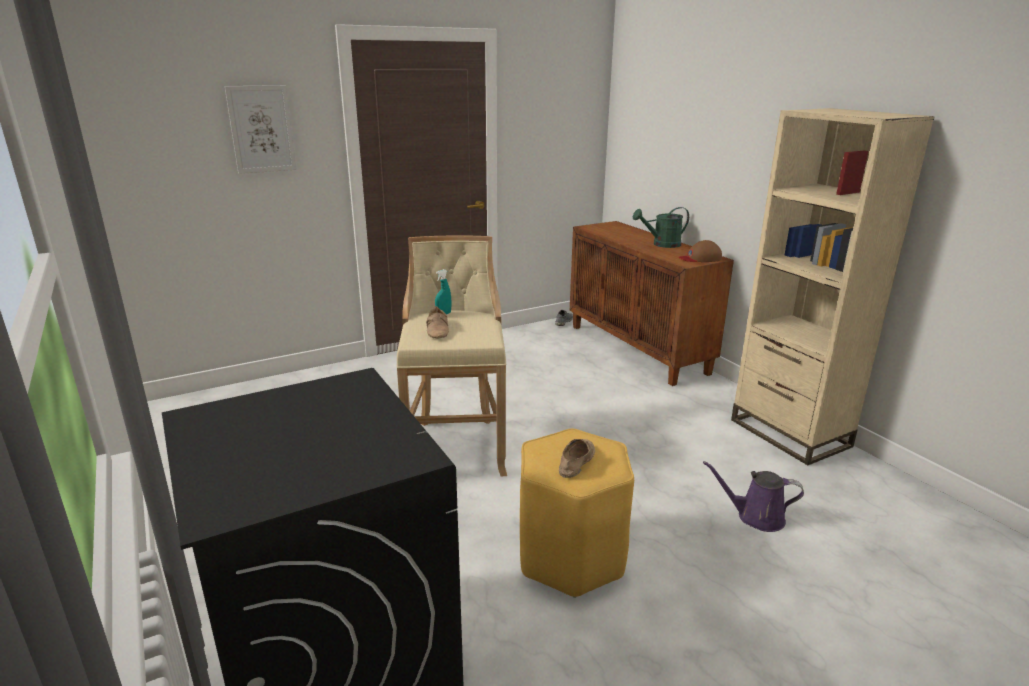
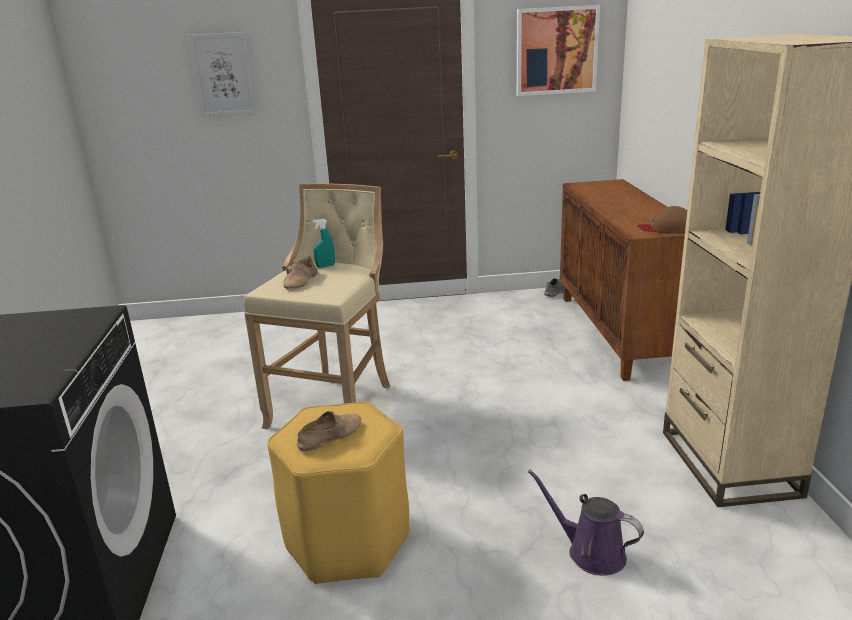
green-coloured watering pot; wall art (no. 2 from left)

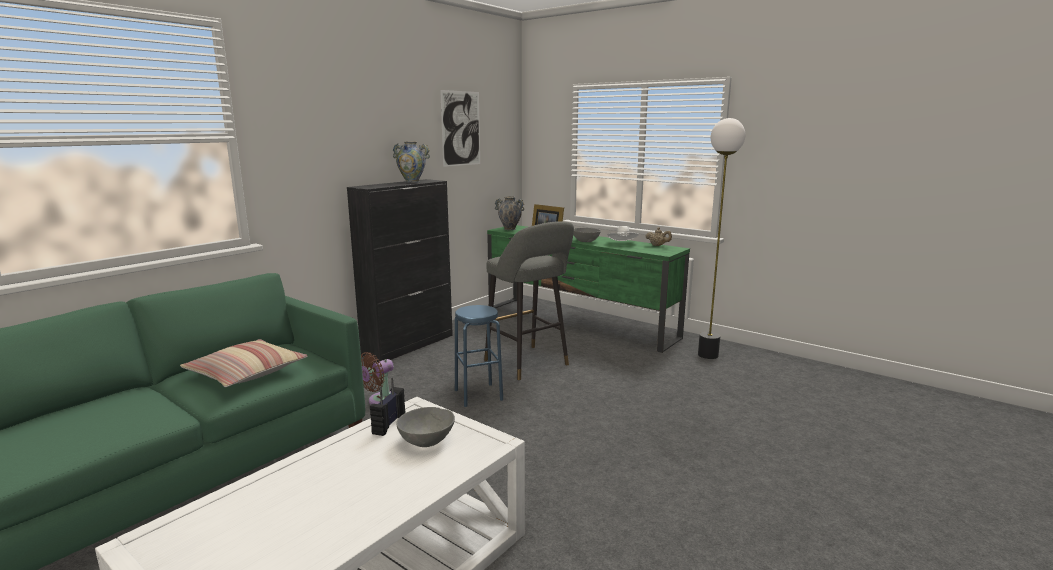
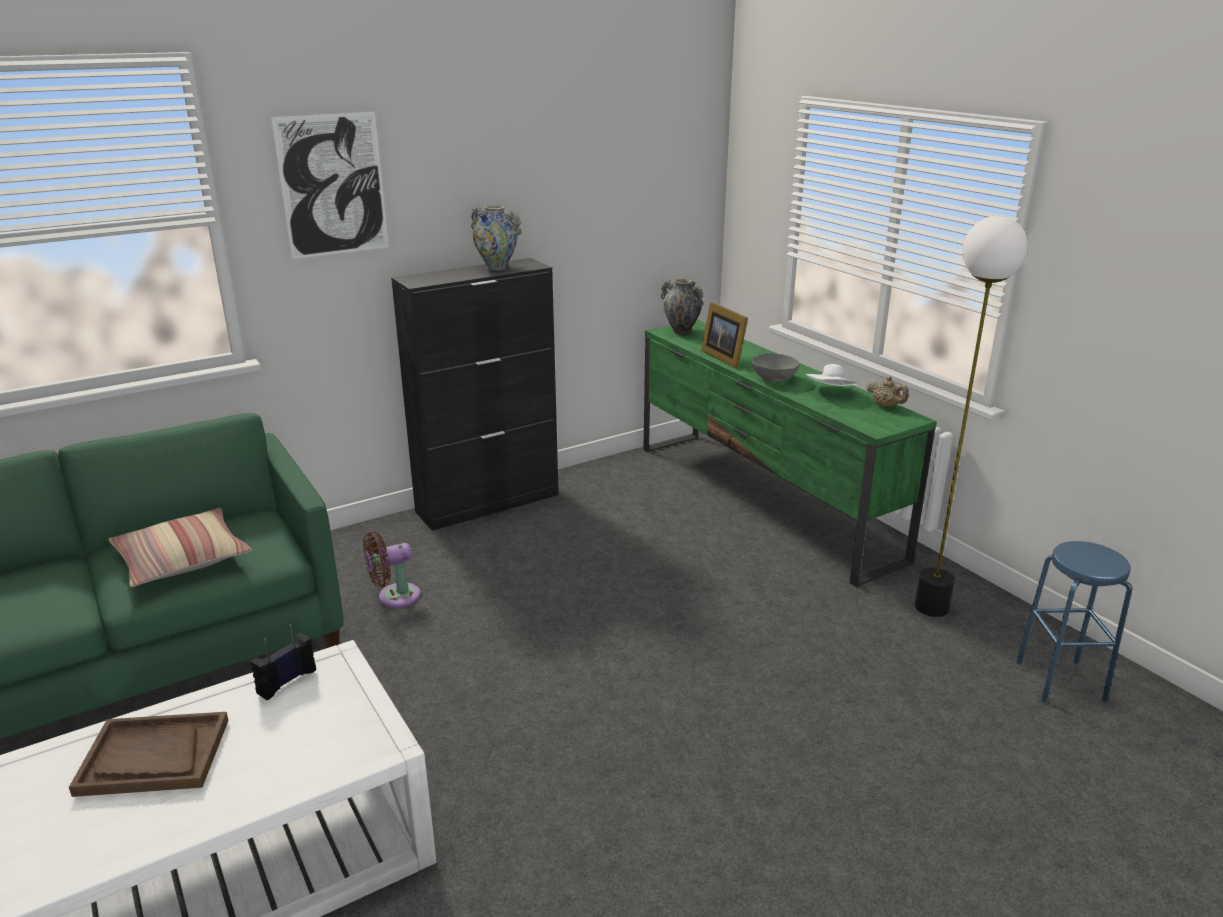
gray serving bowl (no. 1 from left in the first image); gray sitting stool; brown-coloured serving tray; wall art; blue sitting stool

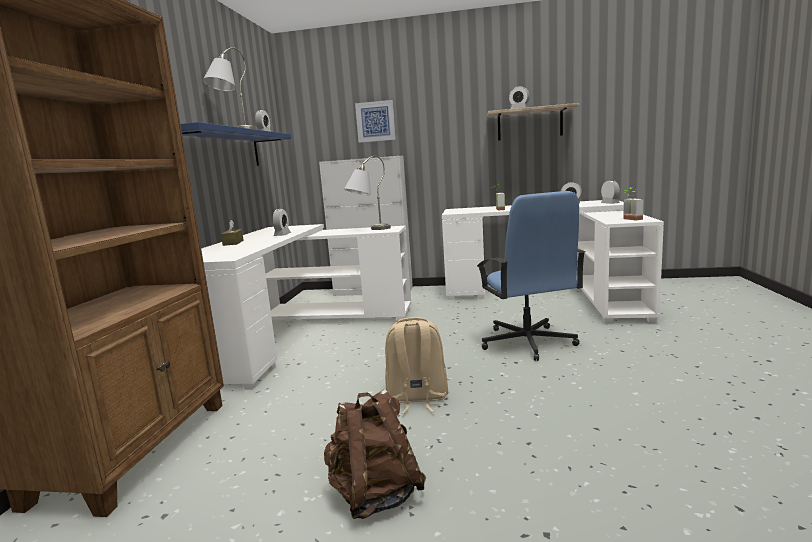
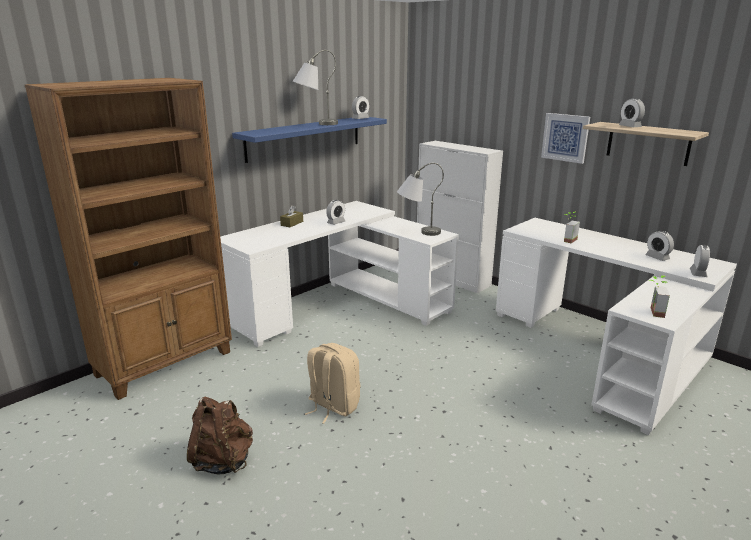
blue computer chair; wall art

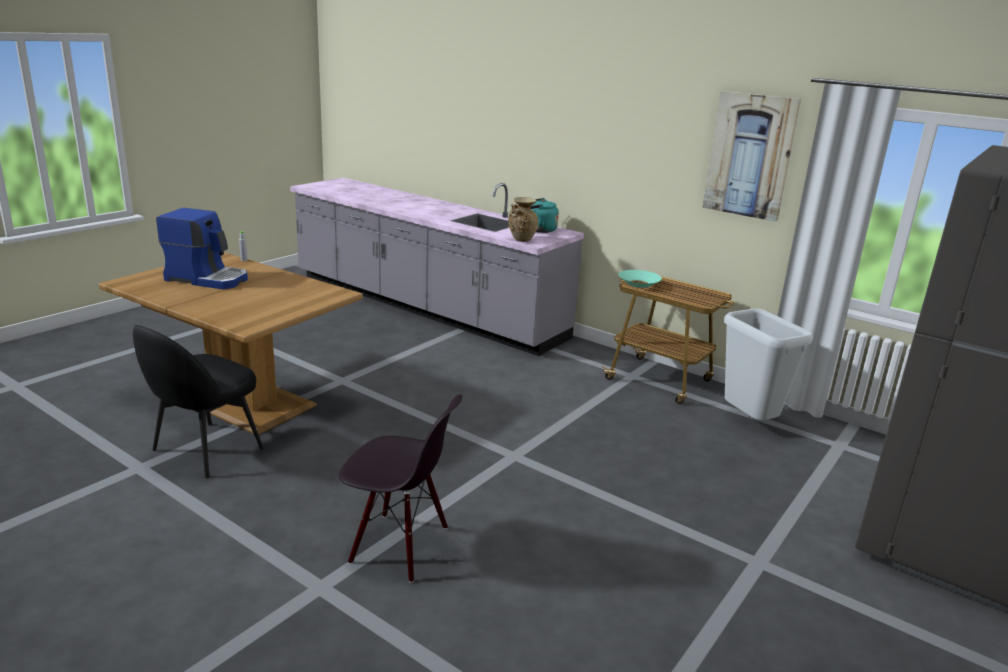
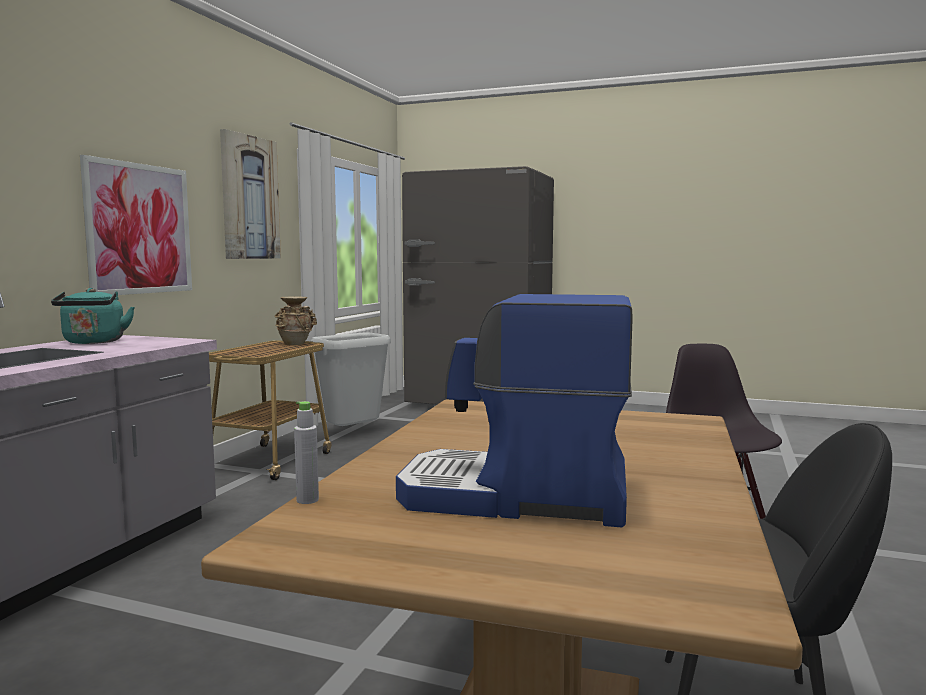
turquoise-coloured serving bowl; wall art (no. 1 from left); beige-coloured decorative vase; coffee machine

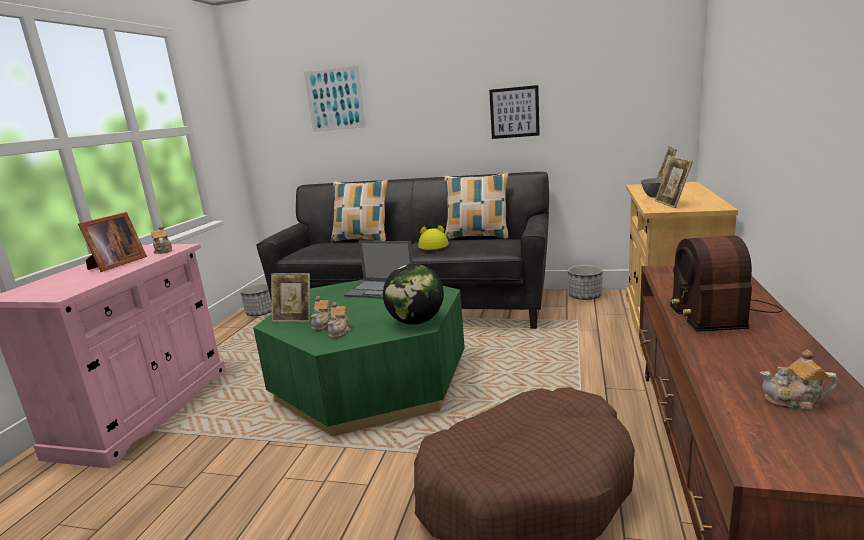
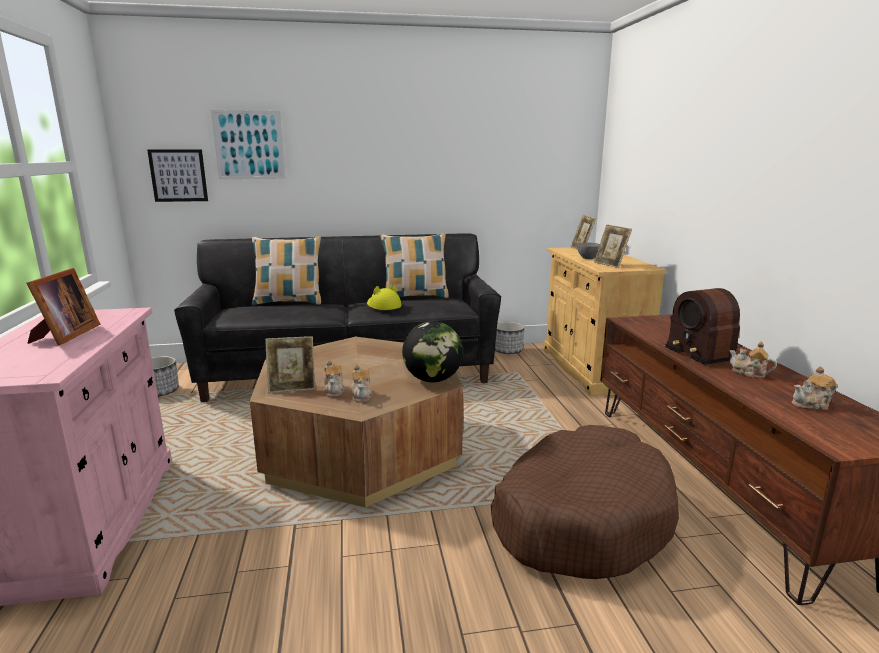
portable computer; teapot (no. 3 from left); wall art (no. 1 from left); brown-coloured lounge table

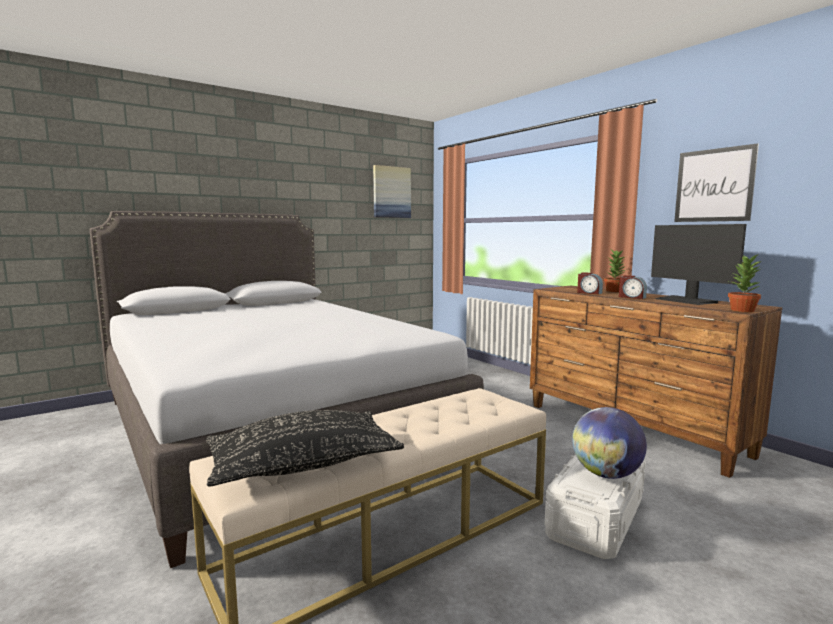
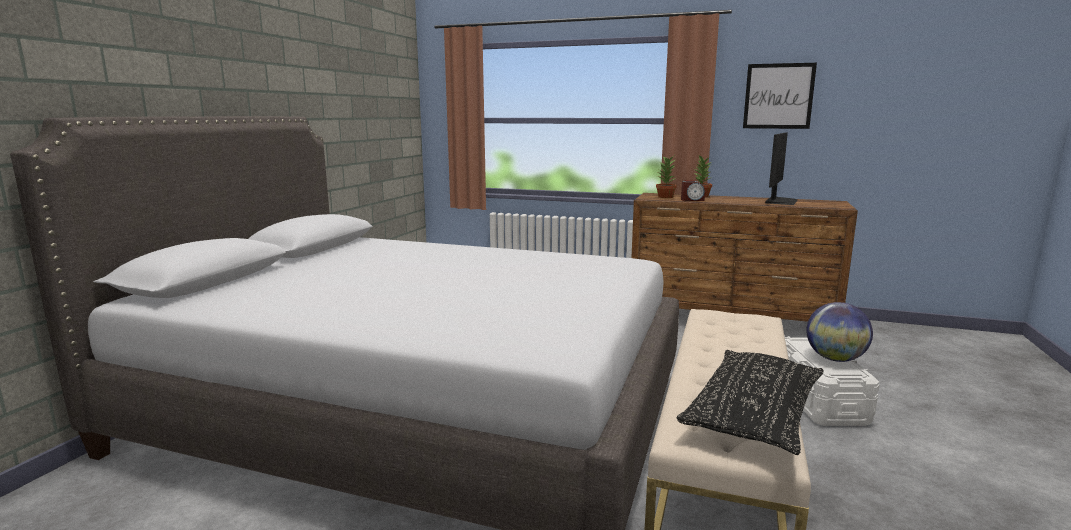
wall art (no. 1 from left in the first image); bedside clock (no. 2 from left in the first image); plant in a pot (no. 1 from left); computer display

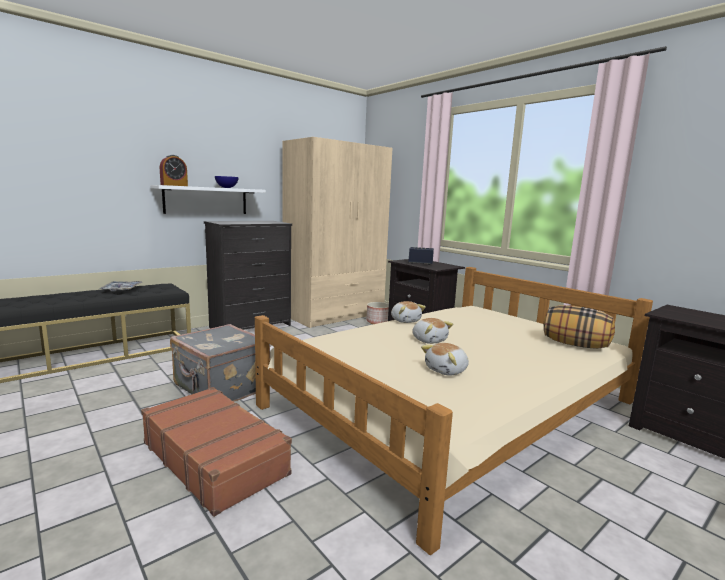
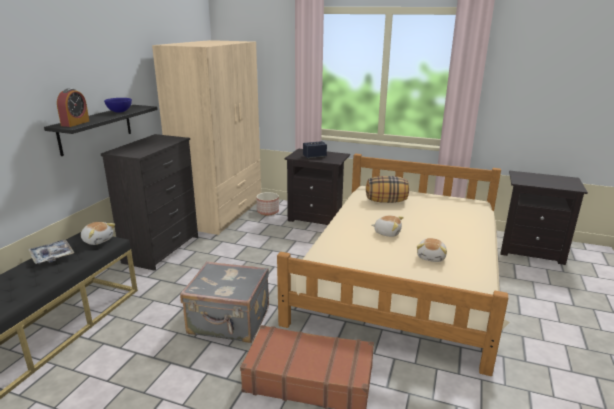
plush toy (no. 1 from left); throw pillow; black shelf

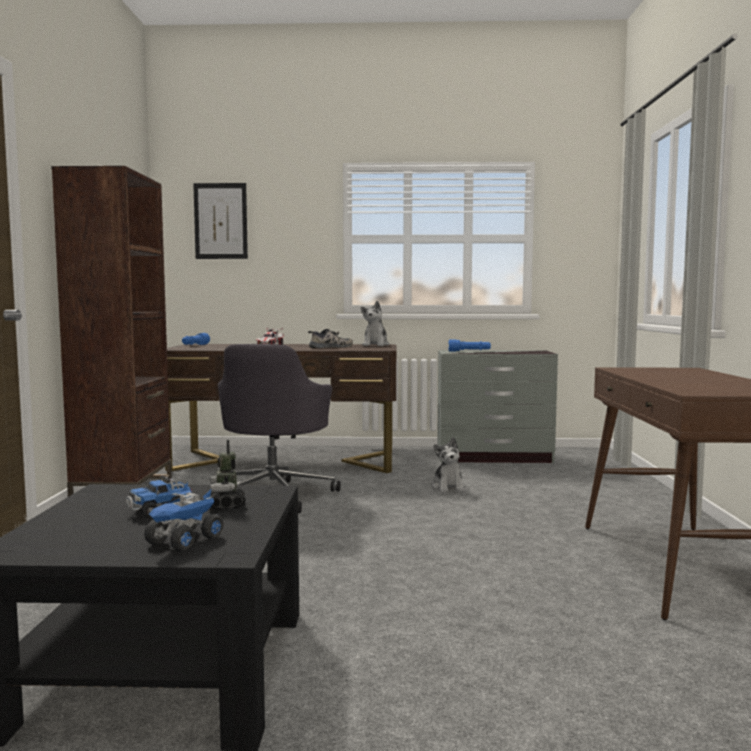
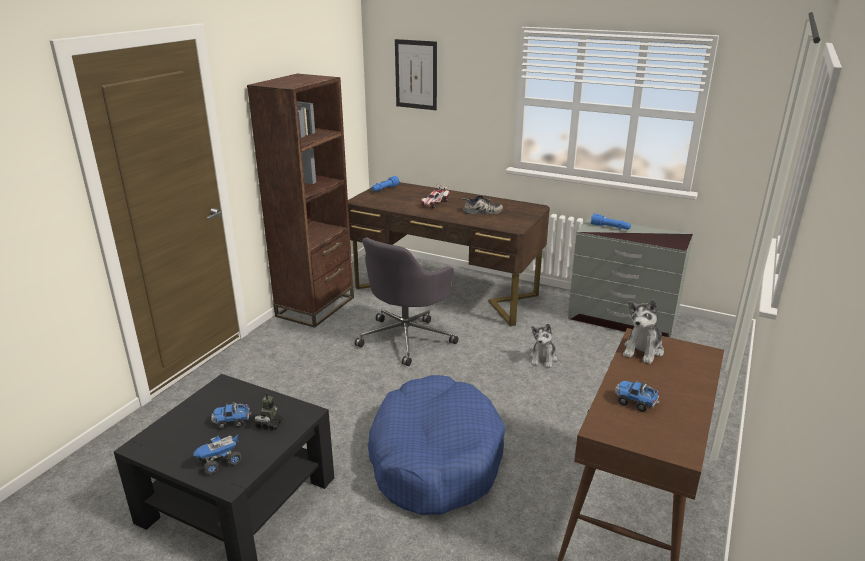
blue pet bed; toy lorry (no. 3 from left); plush toy (no. 2 from left)

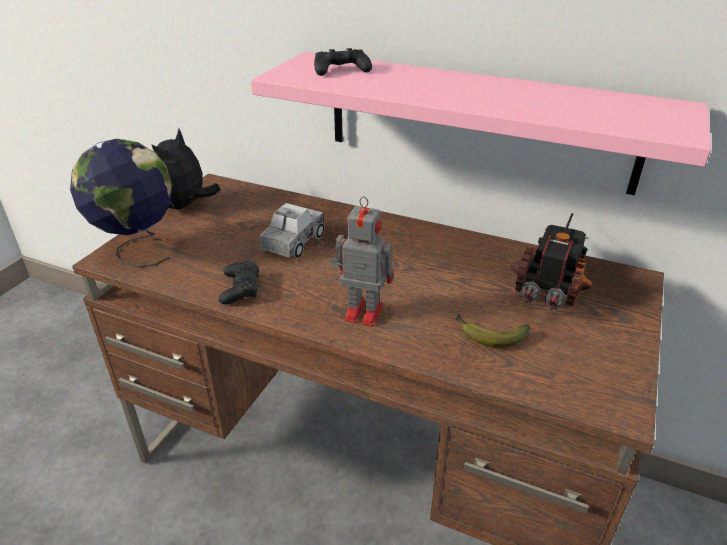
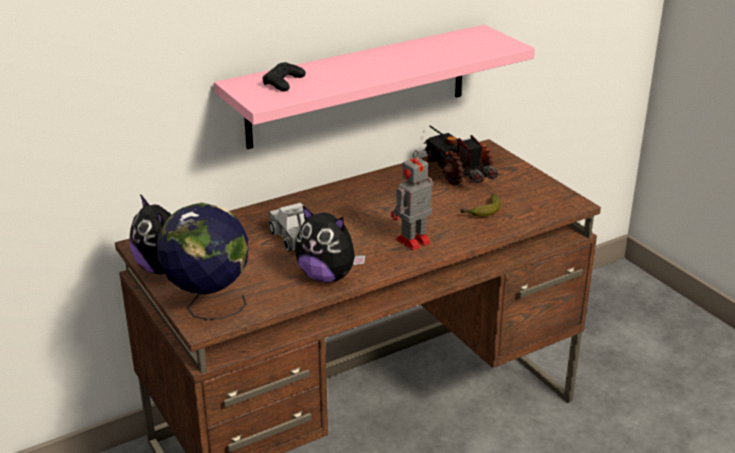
plush toy (no. 2 from left)

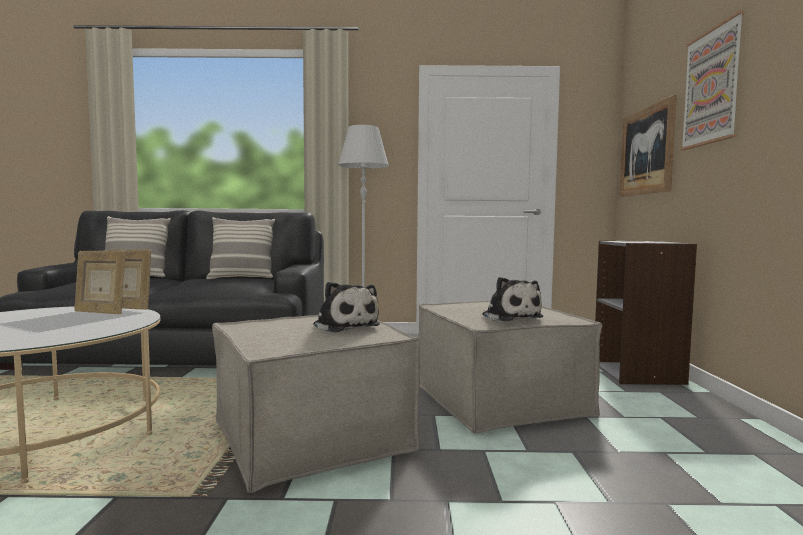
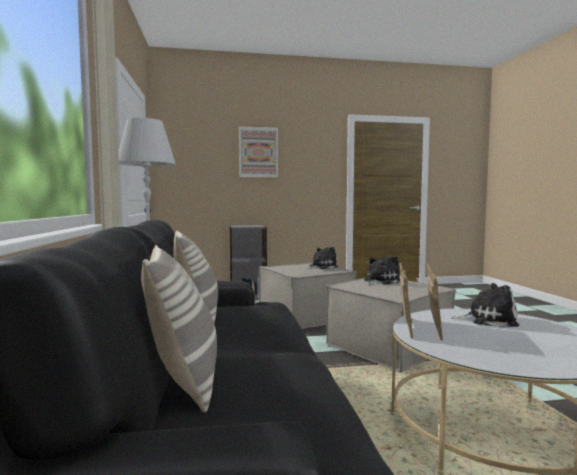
wall art (no. 1 from left in the first image); plush toy (no. 3 from left)

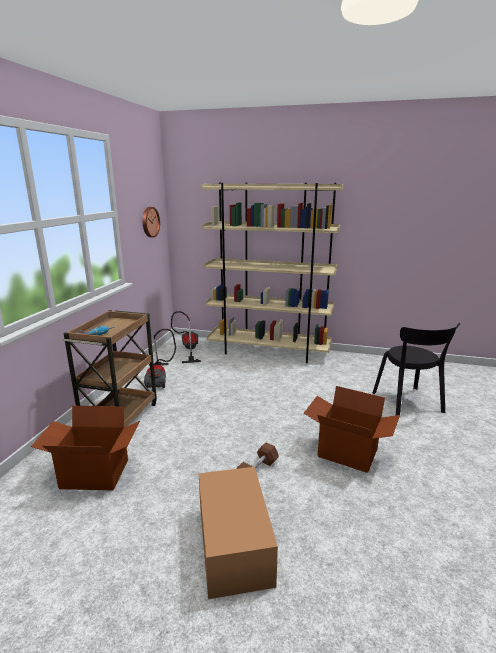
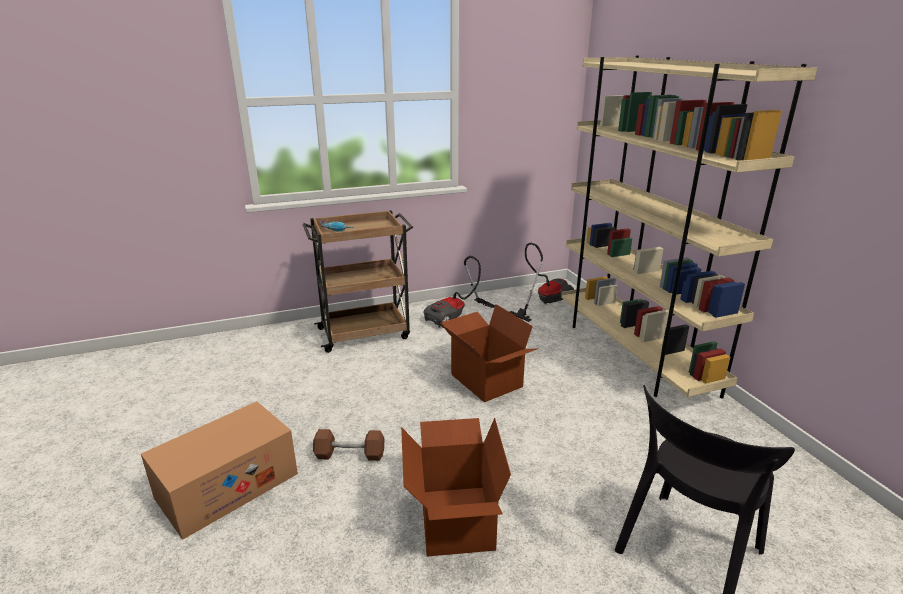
hanging clock; cardboard box (no. 3 from left)

